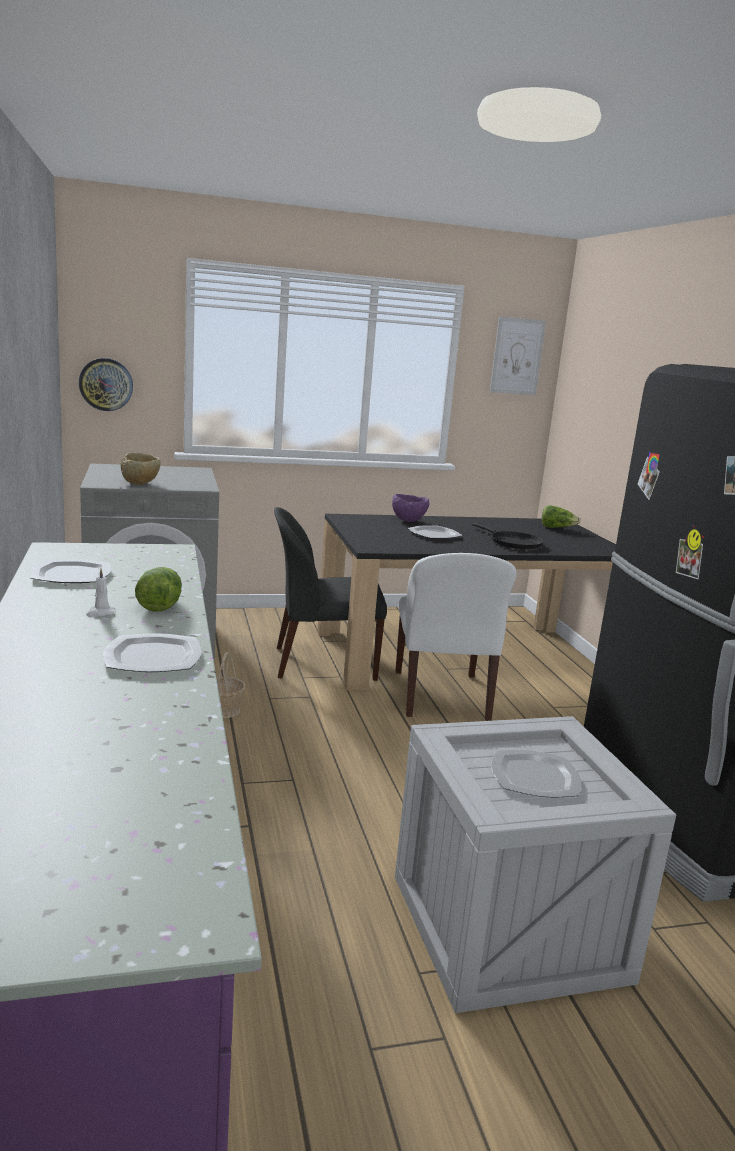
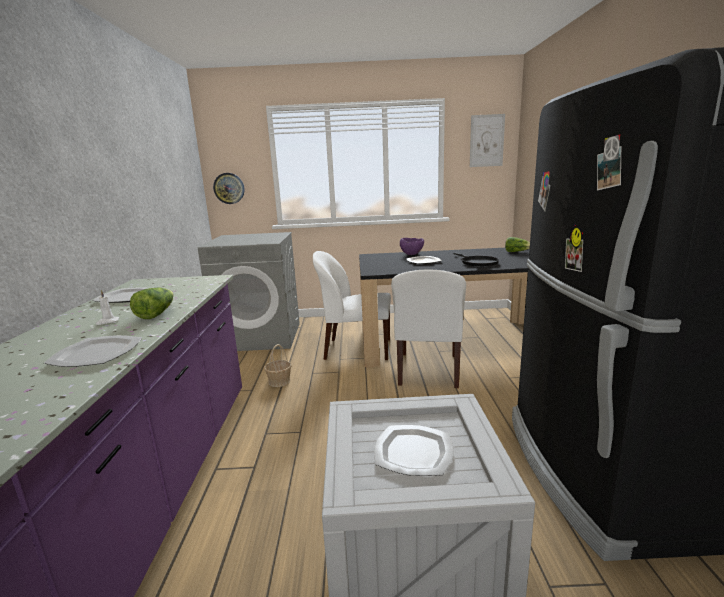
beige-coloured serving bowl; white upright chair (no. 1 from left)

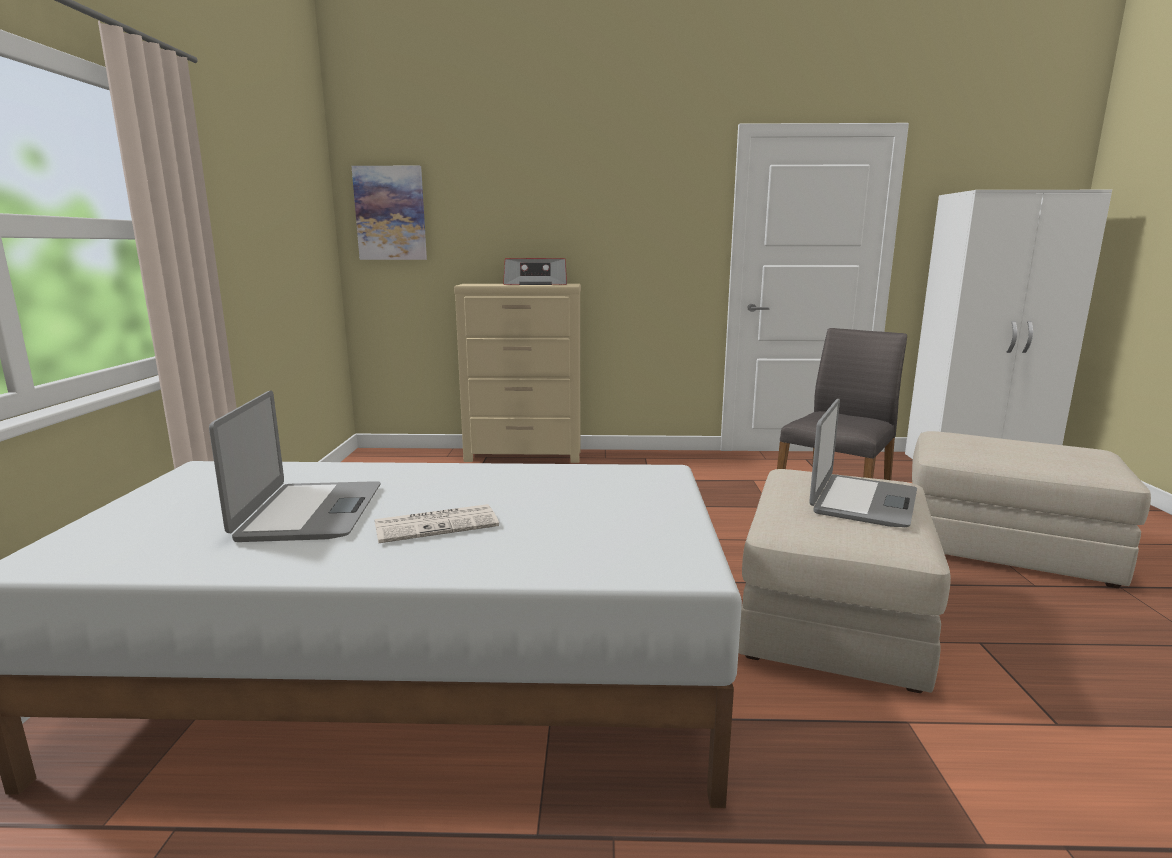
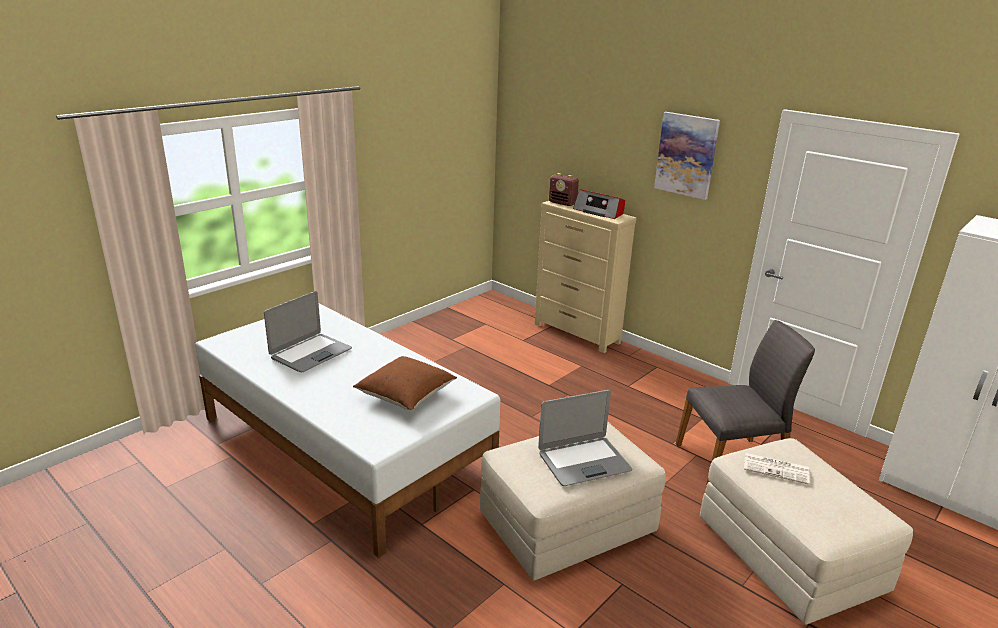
brown-coloured throw pillow; radio set (no. 1 from left); wall art; newspaper

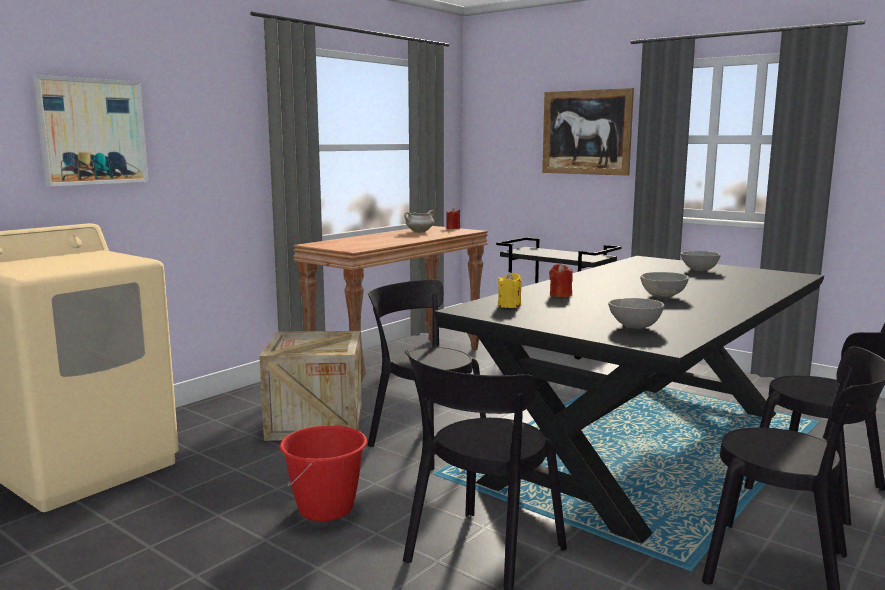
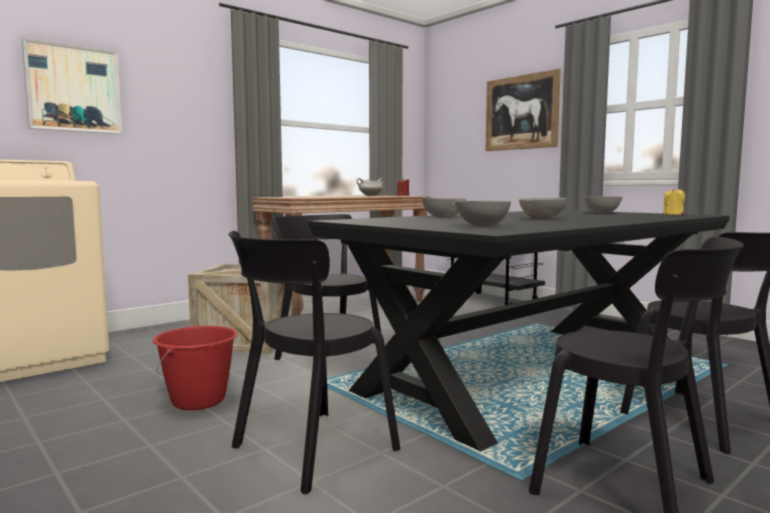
yellow-coloured wax candle; gray serving bowl (no. 1 from left)

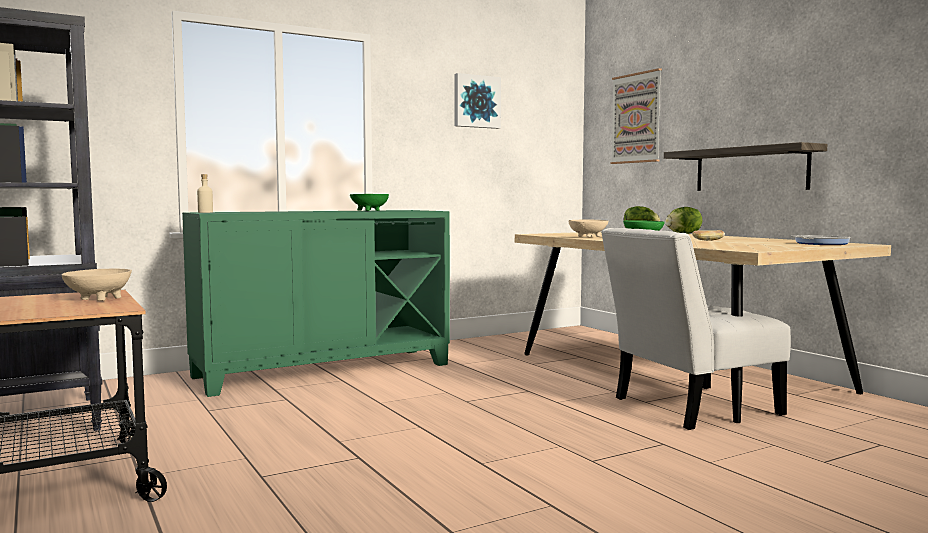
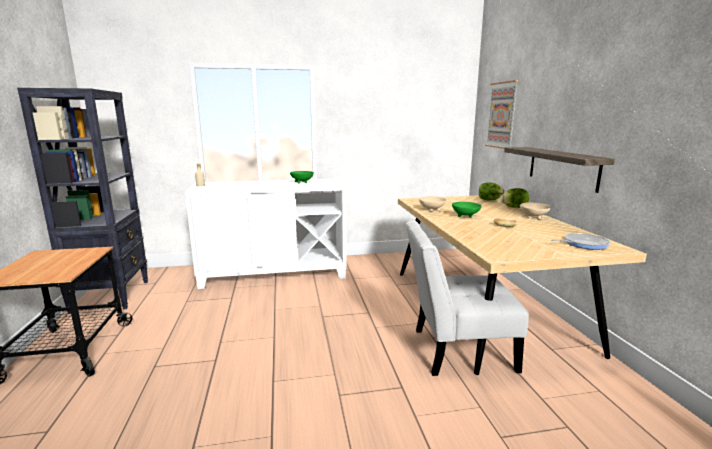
wall art (no. 1 from left in the first image); beige-coloured serving bowl (no. 2 from left); white cupboard

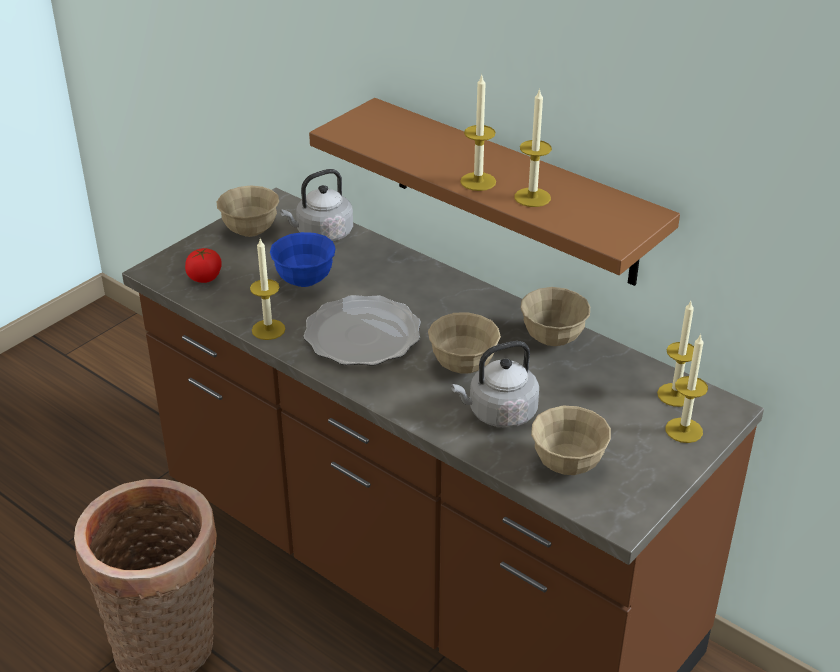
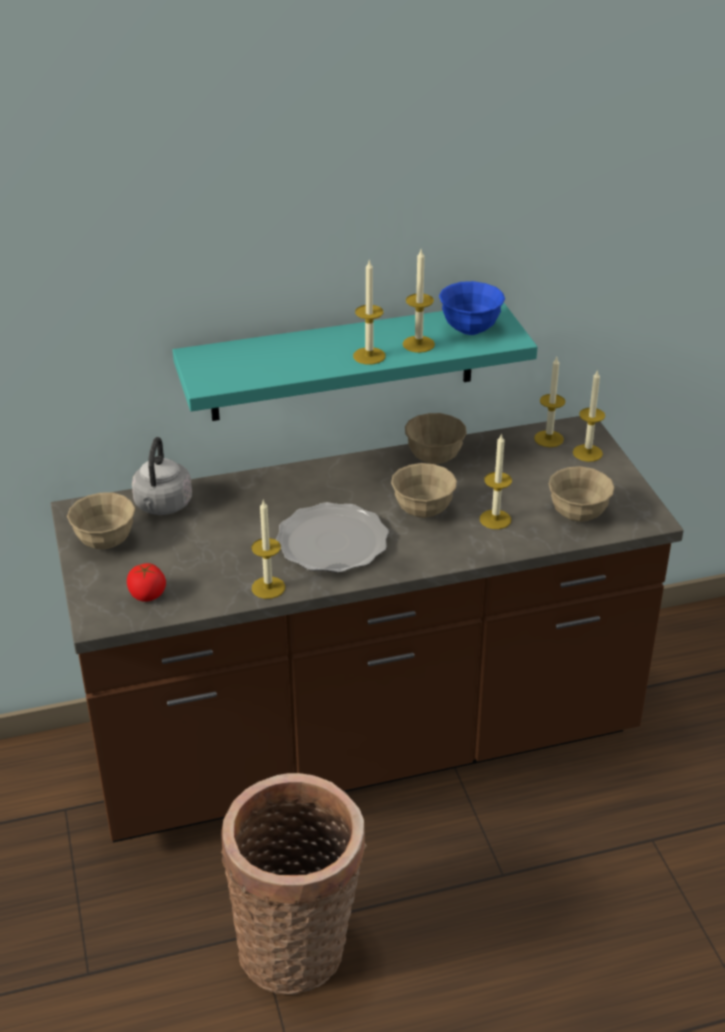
blue serving bowl; wax candle (no. 4 from left); turquoise-coloured shelf

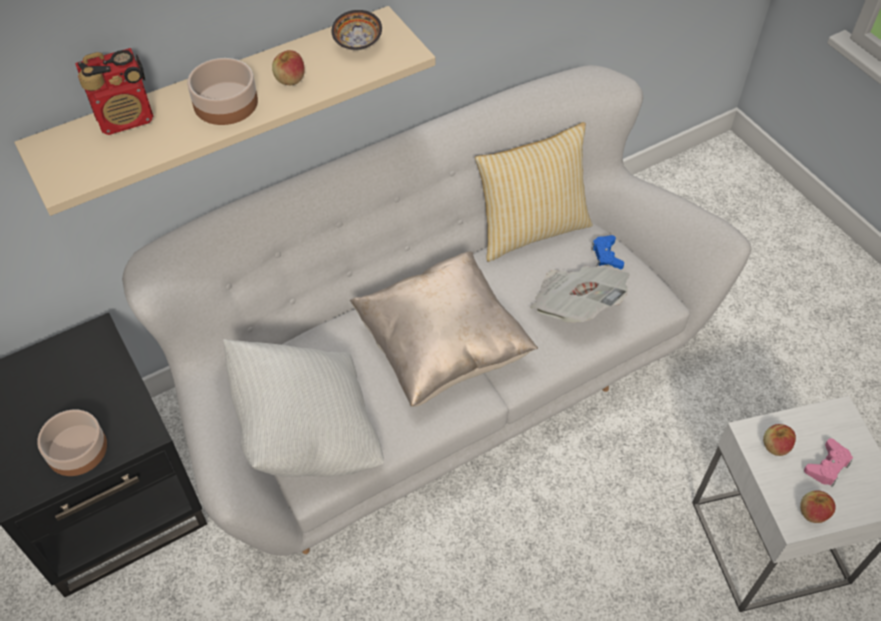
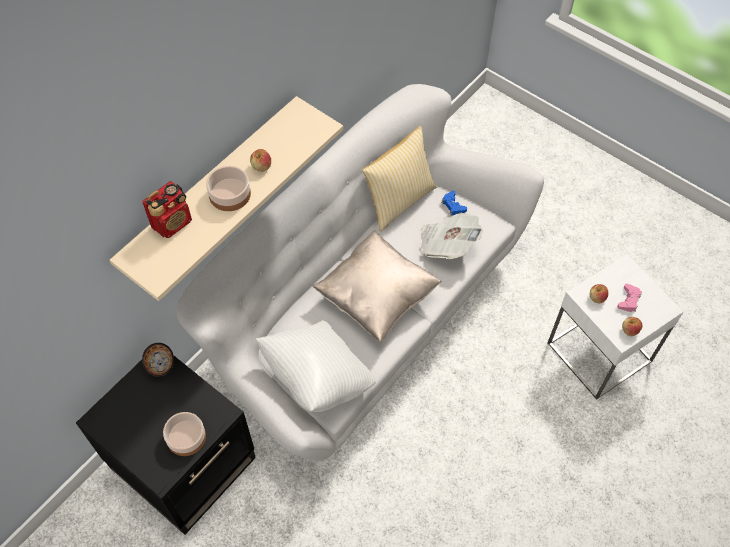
serving bowl (no. 1 from left)

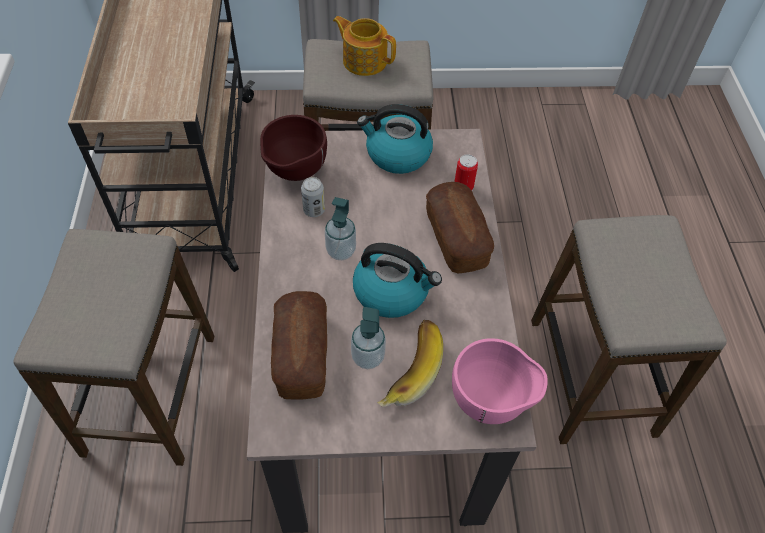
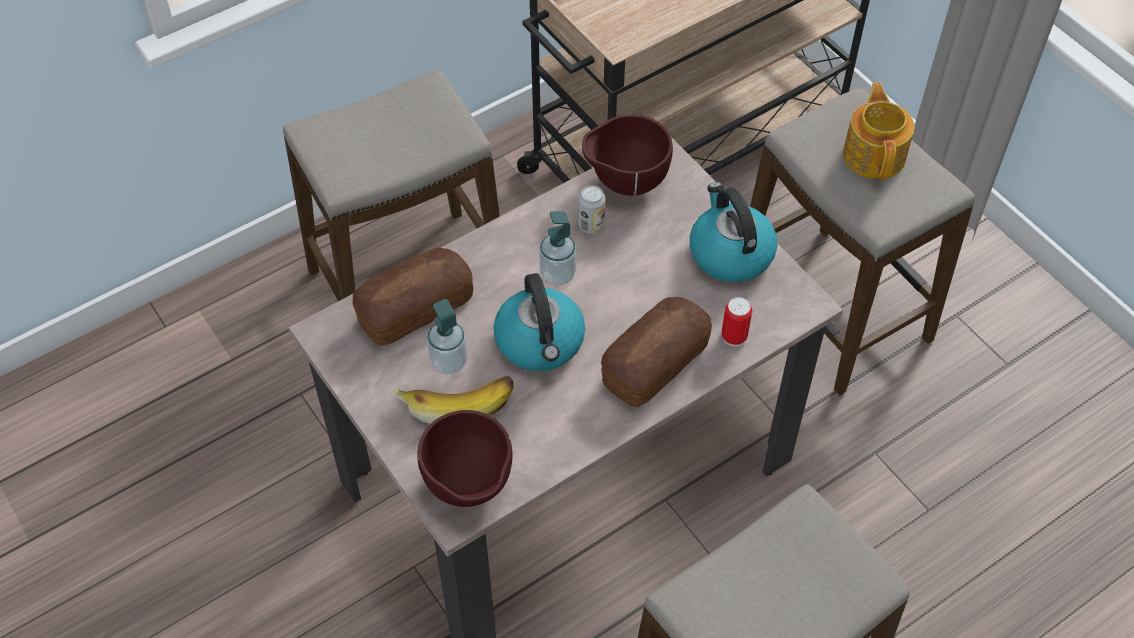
brown-coloured serving bowl (no. 1 from left)

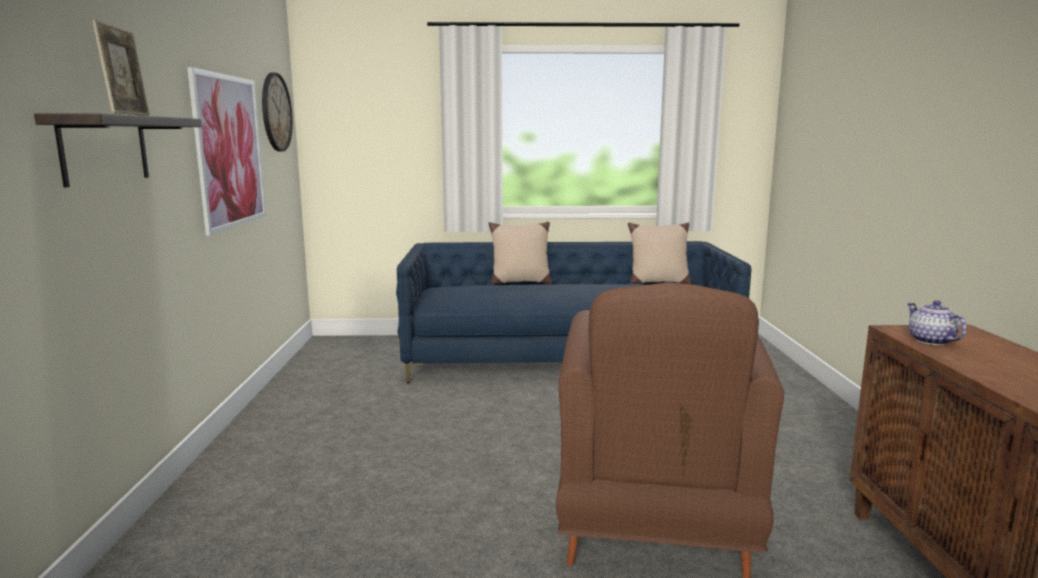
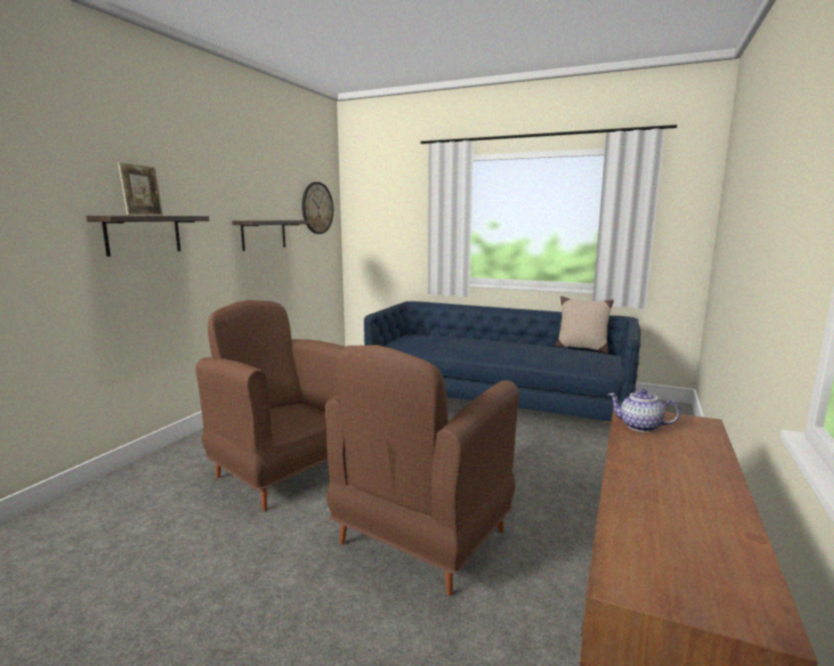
beige-coloured throw pillow (no. 1 from left in the first image); brown-coloured lounge chair (no. 1 from left); shelf (no. 2 from left); teapot

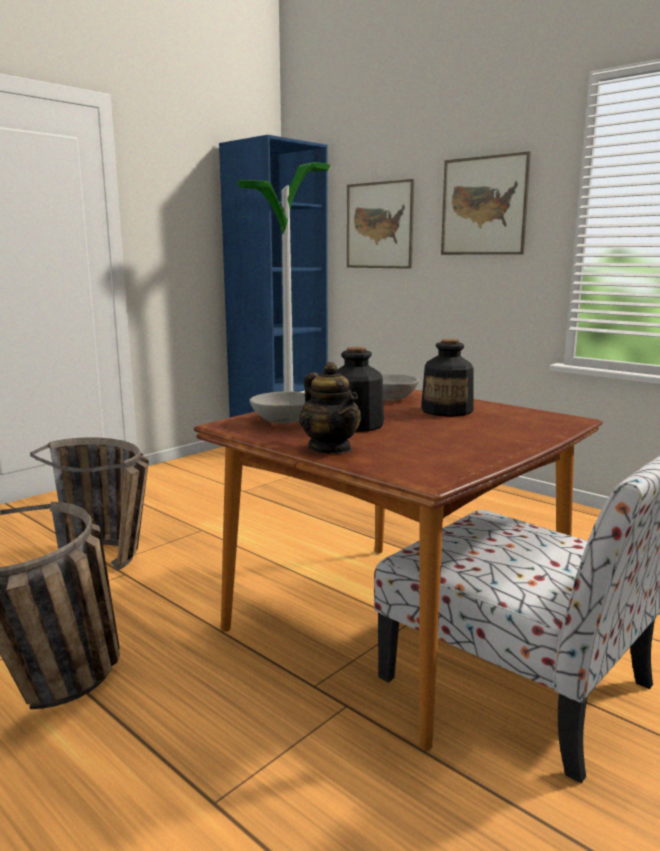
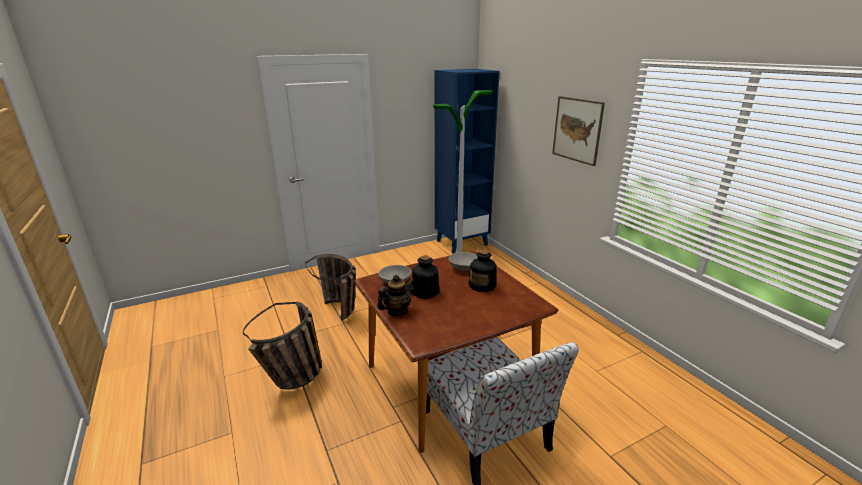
wall art (no. 1 from left in the first image); teapot

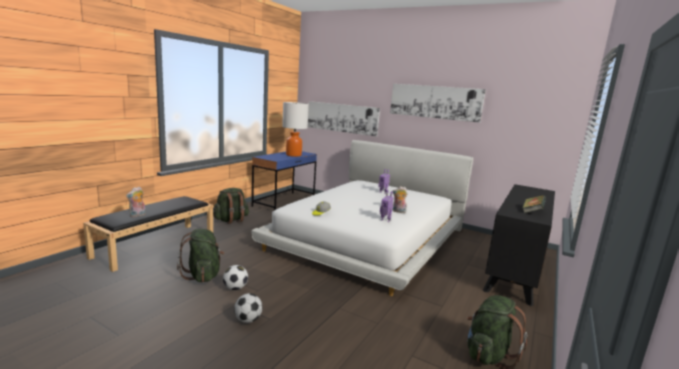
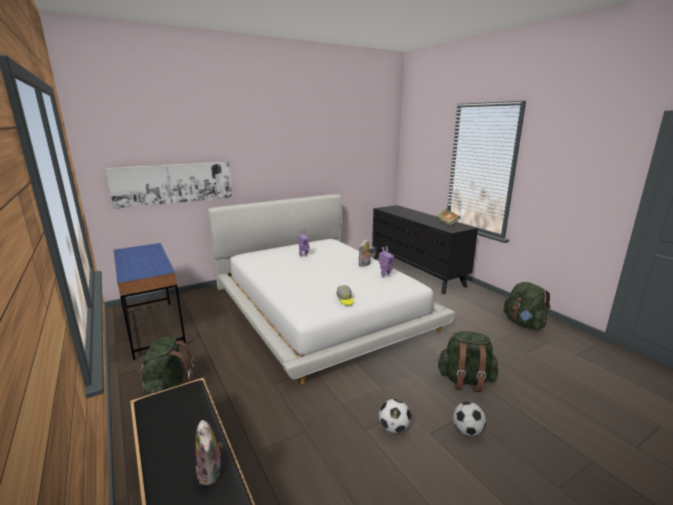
tabletop lamp; wall art (no. 2 from left in the first image); green-coloured knapsack (no. 2 from left)

